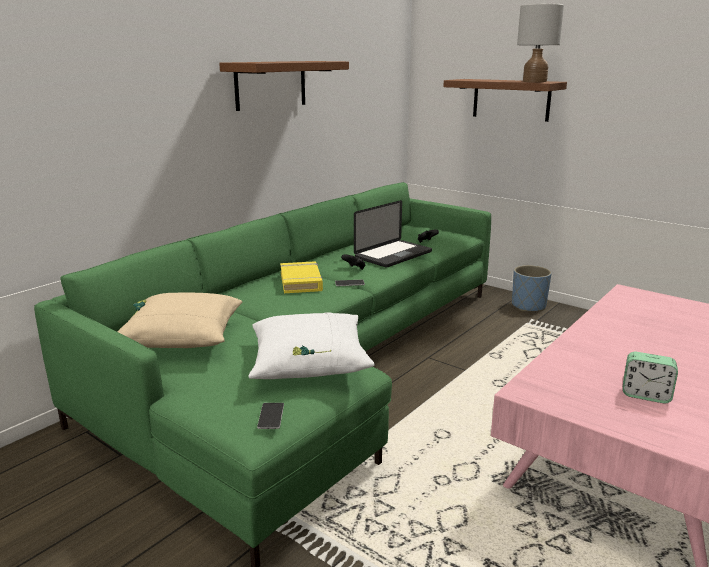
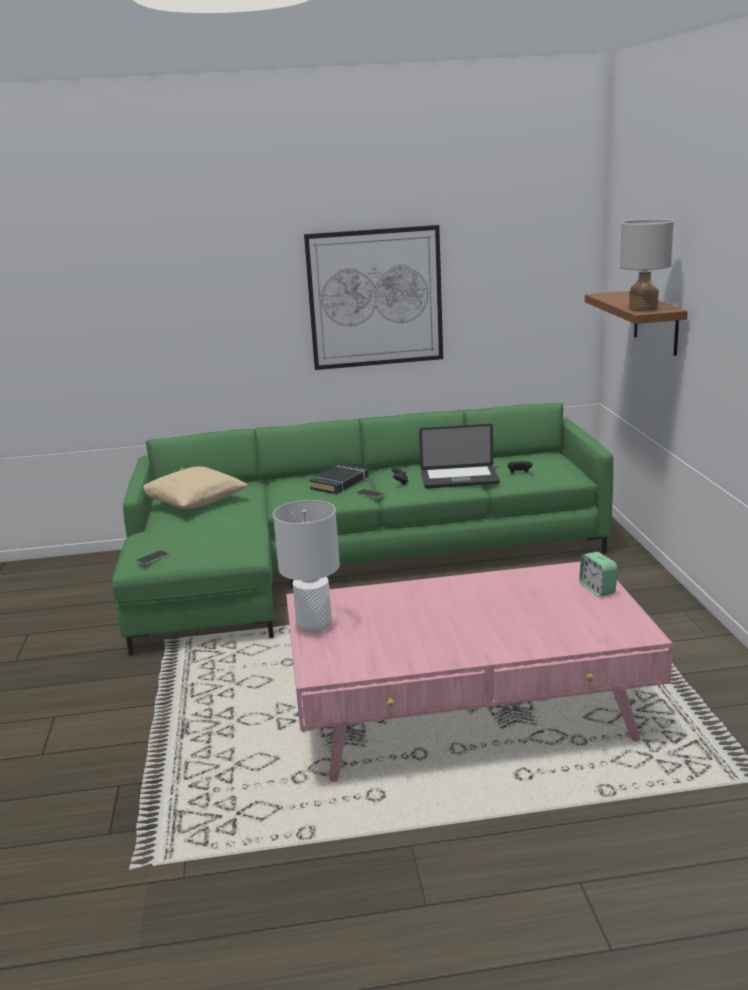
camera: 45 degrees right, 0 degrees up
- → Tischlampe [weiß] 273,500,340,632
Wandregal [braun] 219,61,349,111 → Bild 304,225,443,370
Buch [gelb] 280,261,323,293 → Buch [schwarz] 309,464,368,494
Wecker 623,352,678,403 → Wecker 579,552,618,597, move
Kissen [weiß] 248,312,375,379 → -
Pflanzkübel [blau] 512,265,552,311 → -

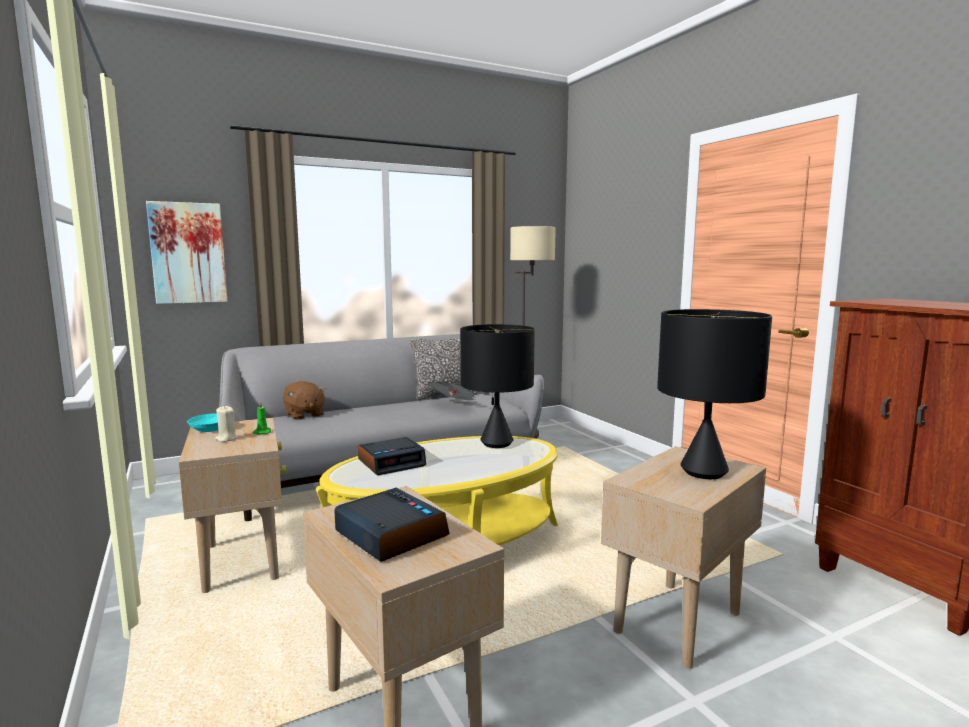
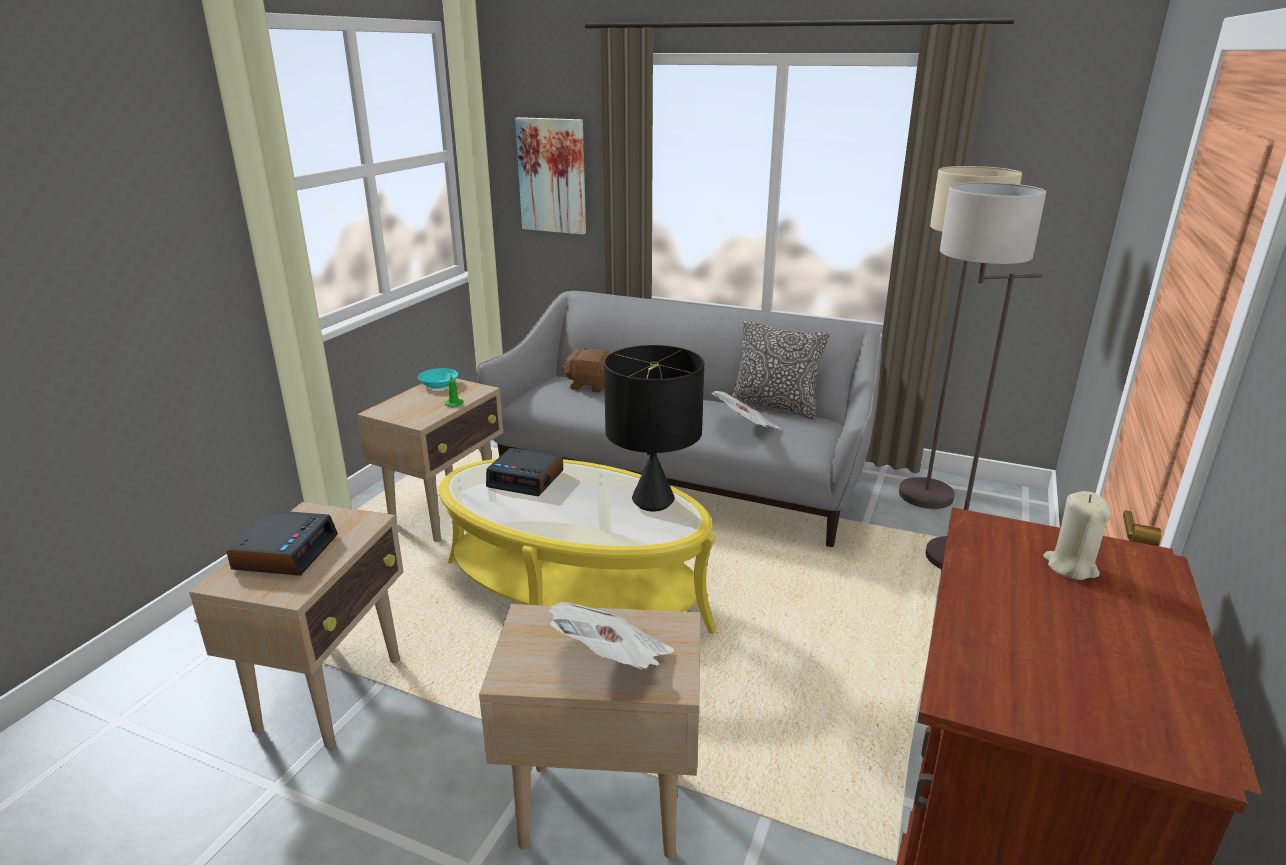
camera: 50 degrees right, 15 degrees up
Tischlampe [schwarz] 657,309,772,479 → Zeitung 549,602,674,670
Plüschtier [braun] 283,381,326,420 → Plüschtier [braun] 562,348,611,393, 90 degrees clockwise
- → Stehlampe [grau] 926,182,1046,571
Kerze [beige] 215,406,238,442 → Kerze [beige] 1043,491,1111,580, move

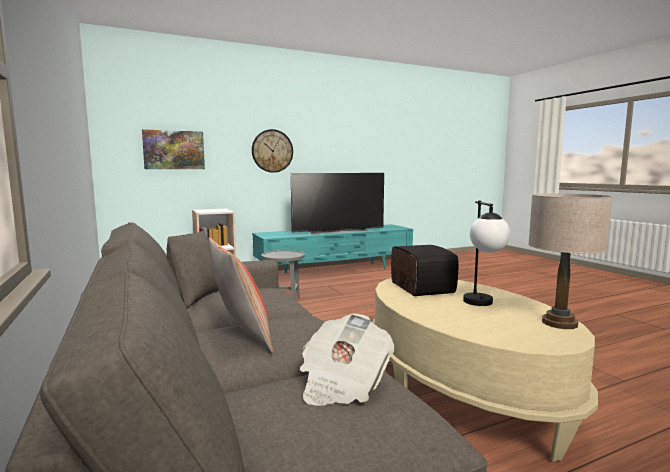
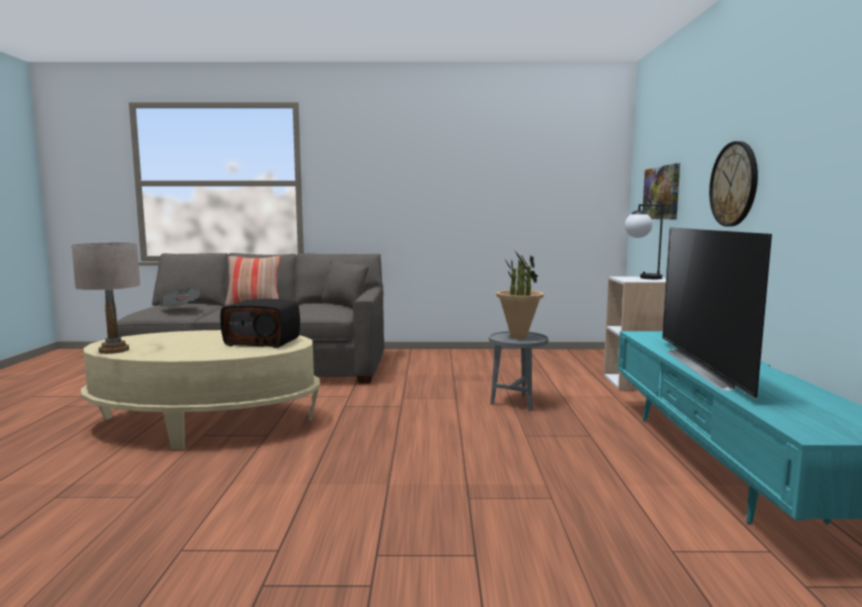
camera: 115 degrees right, 0 degrees up
- → Topfpflanze 496,251,544,339
Tischlampe 463,201,510,306 → Tischlampe 625,203,671,279, move

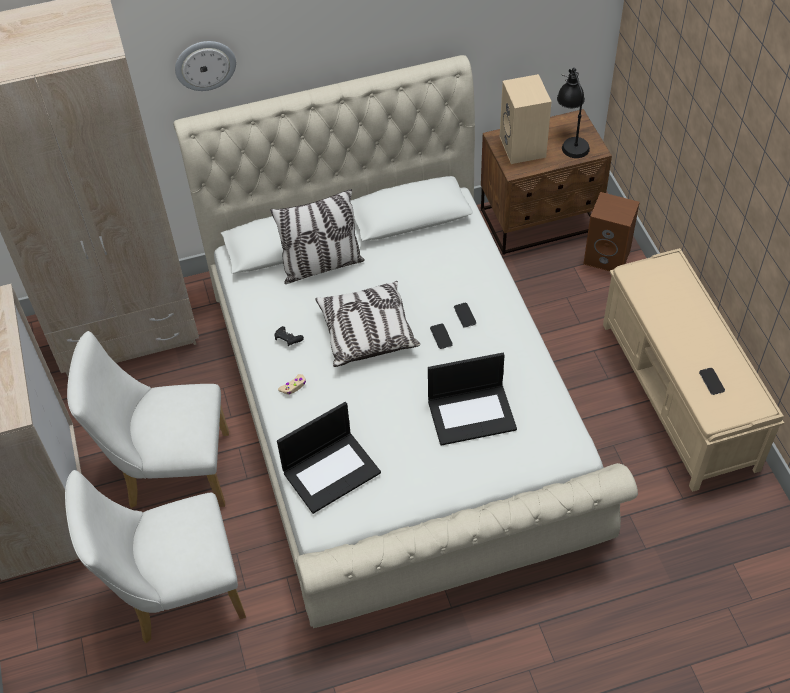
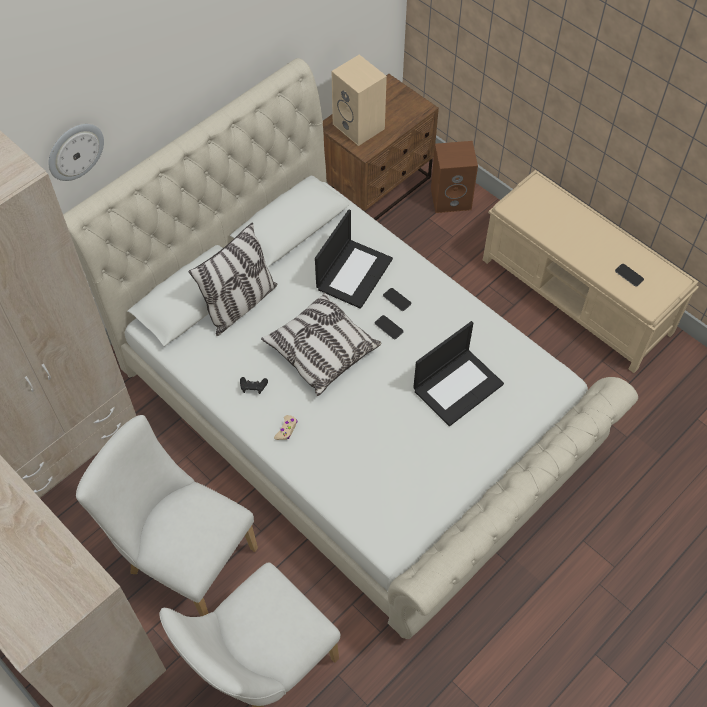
camera: 30 degrees left, 5 degrees up
Stuhl [weiß] 67,331,229,508 → Stuhl [weiß] 76,415,258,616, 60 degrees clockwise
Laptop 277,402,381,514 → Laptop 315,210,393,309, move
Tischlampe [schwarz] 557,68,590,158 → -

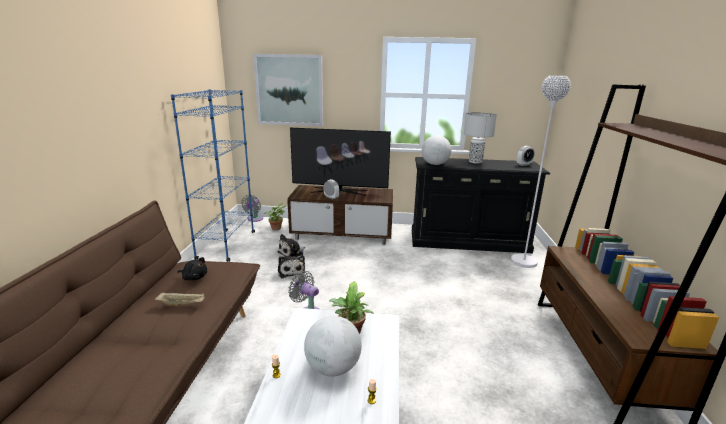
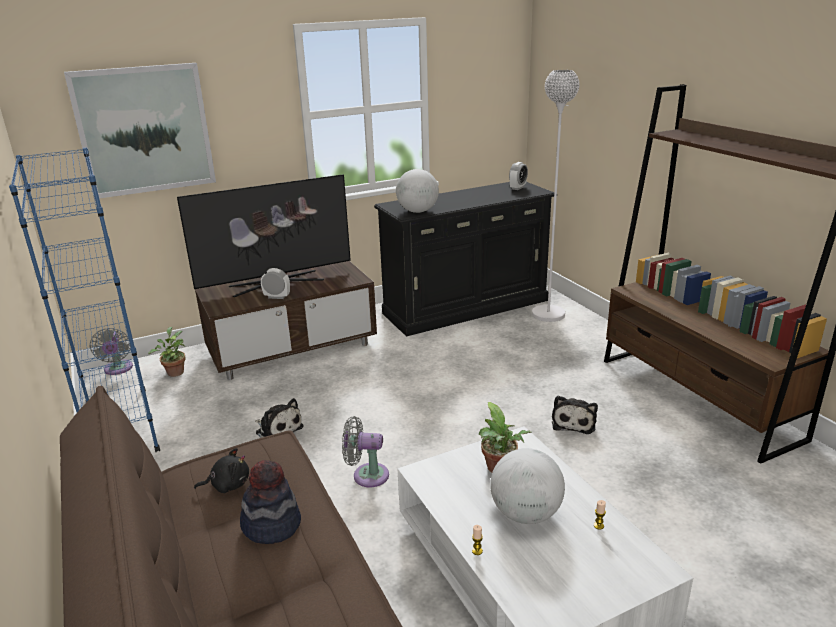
camera: 30 degrees left, 5 degrees up
Tablett [beige] 155,293,205,307 → Hut 240,460,301,544
Plüschtier 277,234,305,257 → Plüschtier 552,396,598,434, move
Tischlampe [weiß] 464,112,497,164 → -

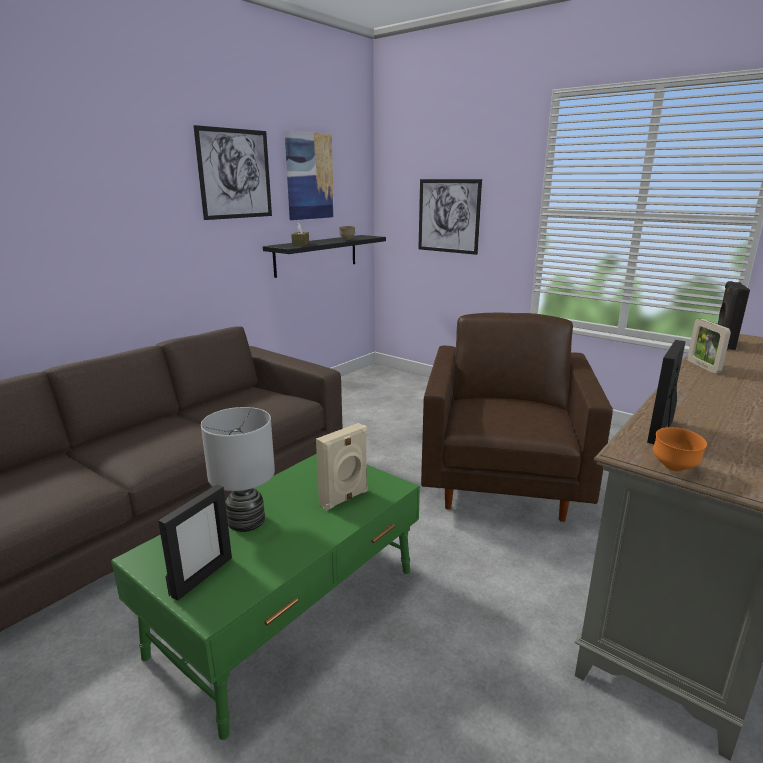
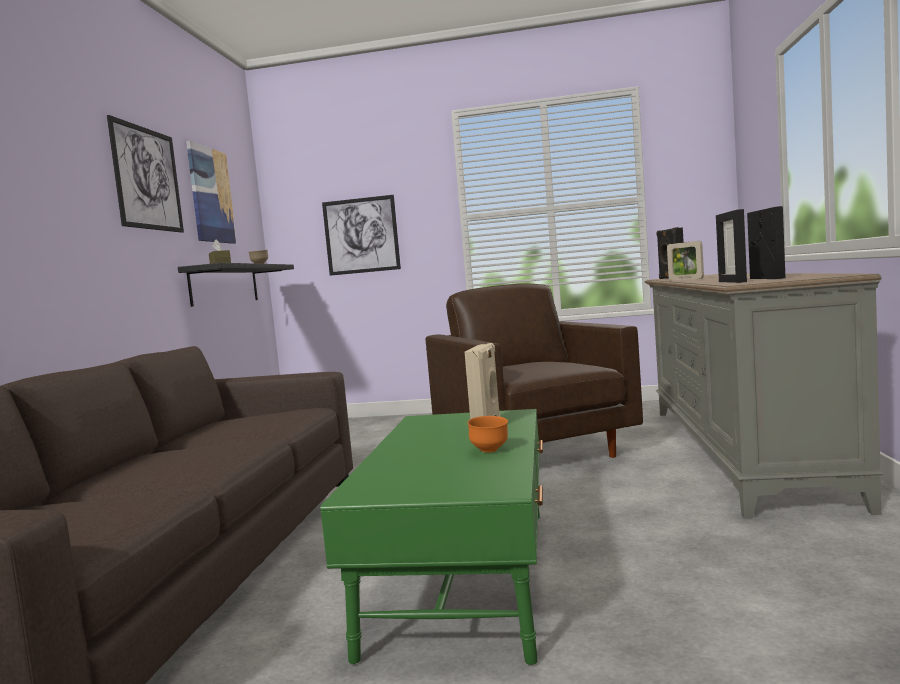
camera: 30 degrees left, 15 degrees down
Schüssel [orange] 653,427,707,471 → Schüssel [orange] 467,416,508,453, move
Bilderrahmen 158,485,232,601 → Bilderrahmen 747,206,786,279, move
Tischlampe [grau] 201,407,275,532 → -

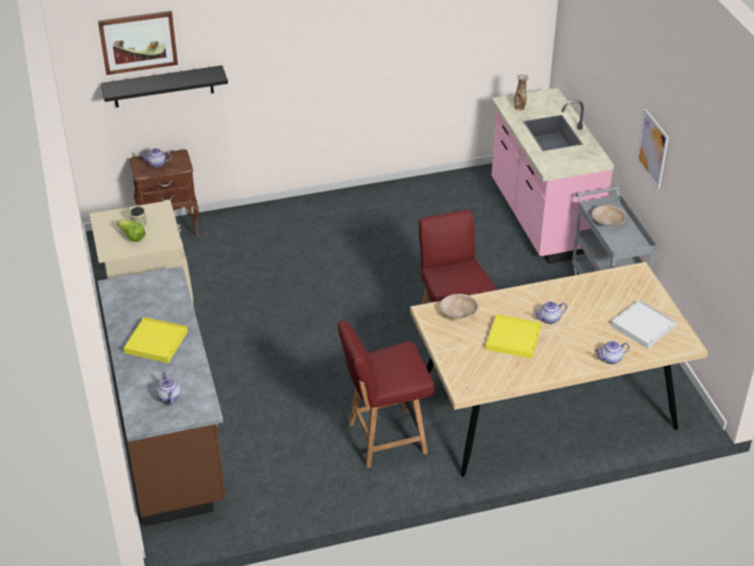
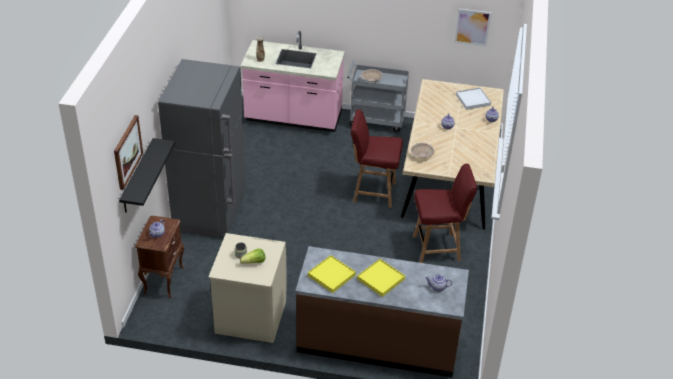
camera: 65 degrees left, 0 degrees up
- → Kühlschrank [grau] 158,59,246,237
Tablett [gelb] 486,314,541,359 → Tablett [gelb] 308,255,356,293, move
Stuhl [rot] 337,321,434,468 → Stuhl [rot] 413,163,477,263, 105 degrees counterclockwise
Bild 637,109,669,189 → Bild 454,9,491,46, move

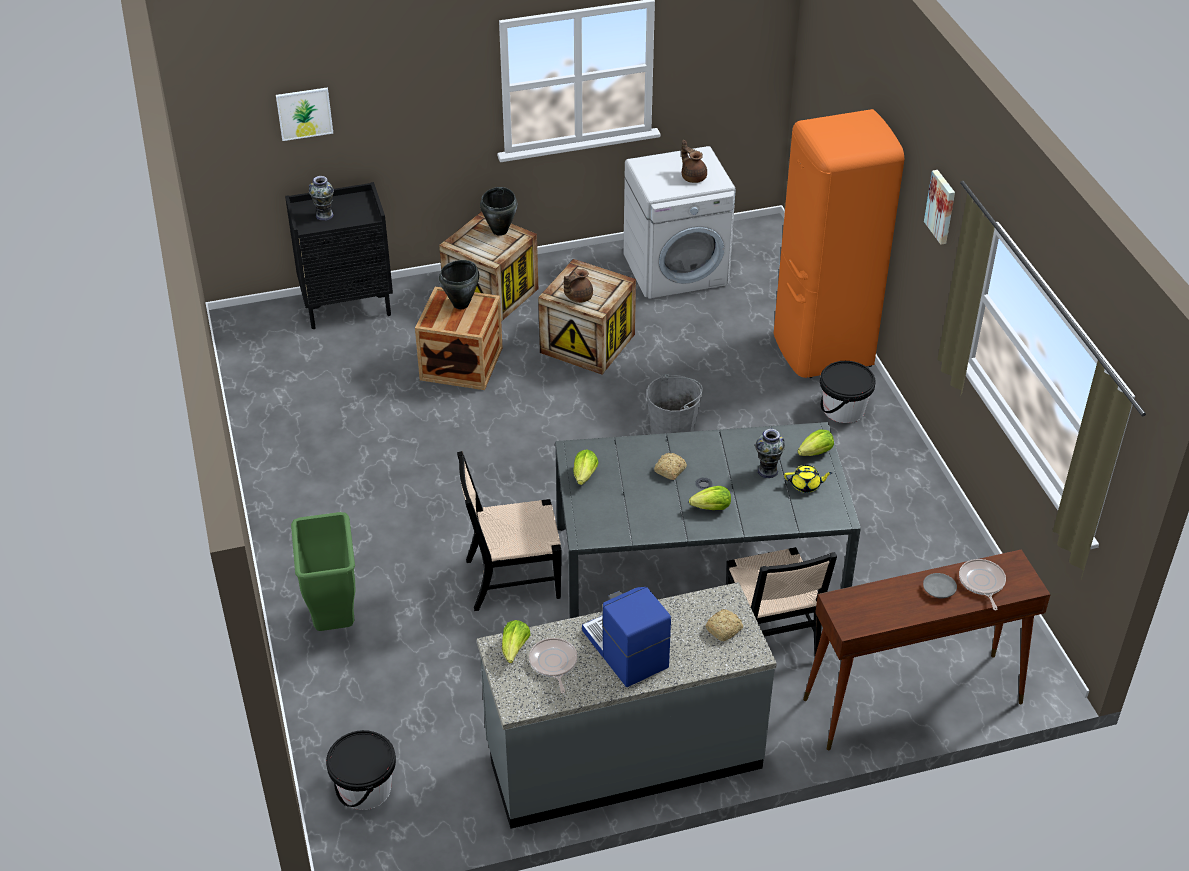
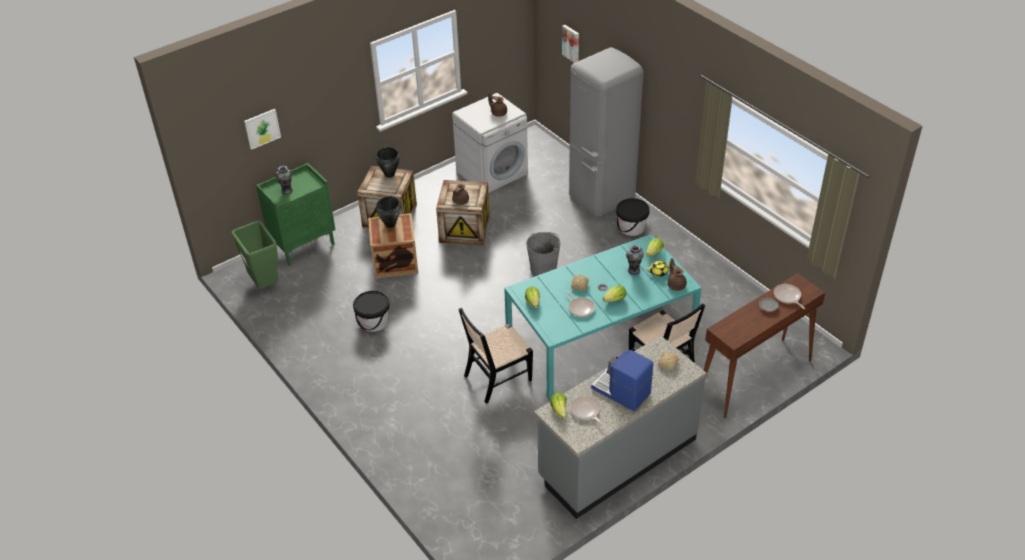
camera: 20 degrees left, 0 degrees up
Mülleimer [grün] 291,512,355,631 → Mülleimer [grün] 232,221,278,289, move
Schrank [schwarz] 285,182,393,329 → Schrank [grün] 256,163,336,266
Eimer [schwarz] 326,730,396,810 → Eimer [schwarz] 353,291,390,332, move
Esstisch [grau] 555,422,861,619 → Esstisch [türkis] 504,234,702,399
Bild 924,170,955,245 → Bild 562,25,579,63, move
- → Pfanne 566,291,595,317
Kühlschrank [orange] 774,109,904,378 → Kühlschrank [grau] 569,47,643,216
- → Teekanne [braun] 667,258,687,291

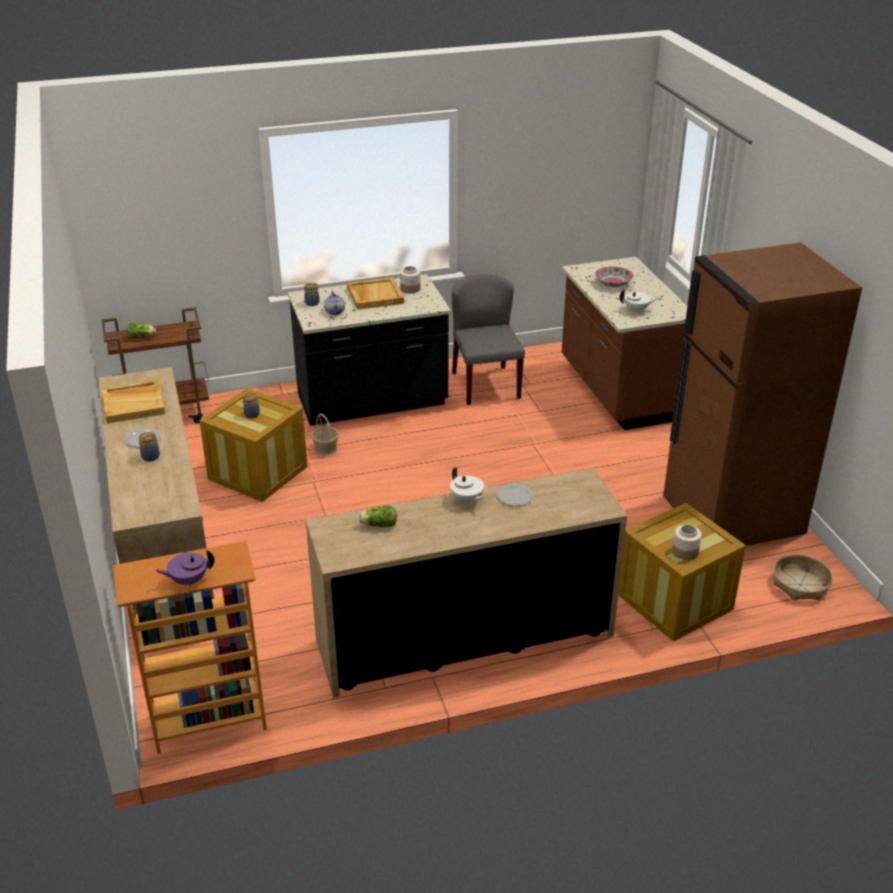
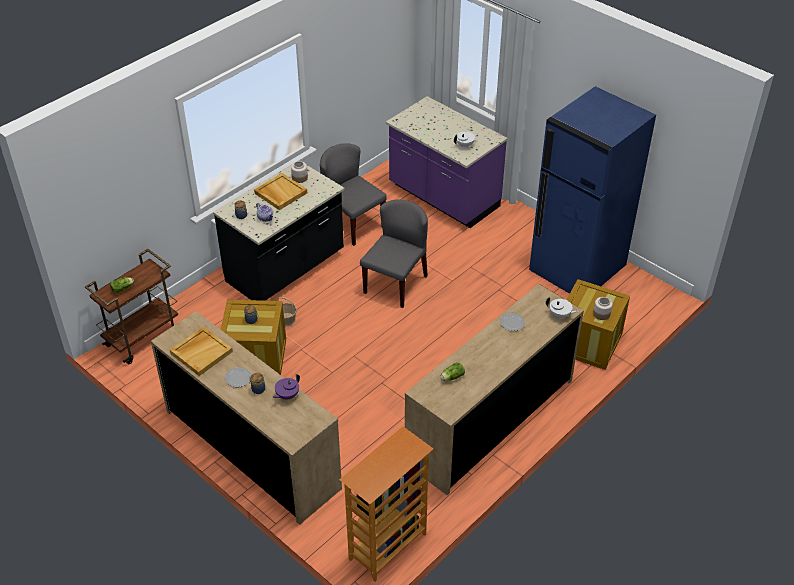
camera: 30 degrees left, 10 degrees up
Teekanne [lila] 156,550,215,587 → Teekanne [lila] 272,374,300,399, move
- → Stuhl [grau] 360,199,428,308
Küchenzeile [braun] 562,257,687,430 → Küchenzeile [lila] 386,96,507,228
Kühlschrank [braun] 663,242,862,546 → Kühlschrank [blau] 529,86,656,294
Teekanne [weiß] 450,467,484,504 → Teekanne [weiß] 546,297,578,318, move
Schüssel 595,266,634,287 → -
Korb 773,555,833,600 → -

